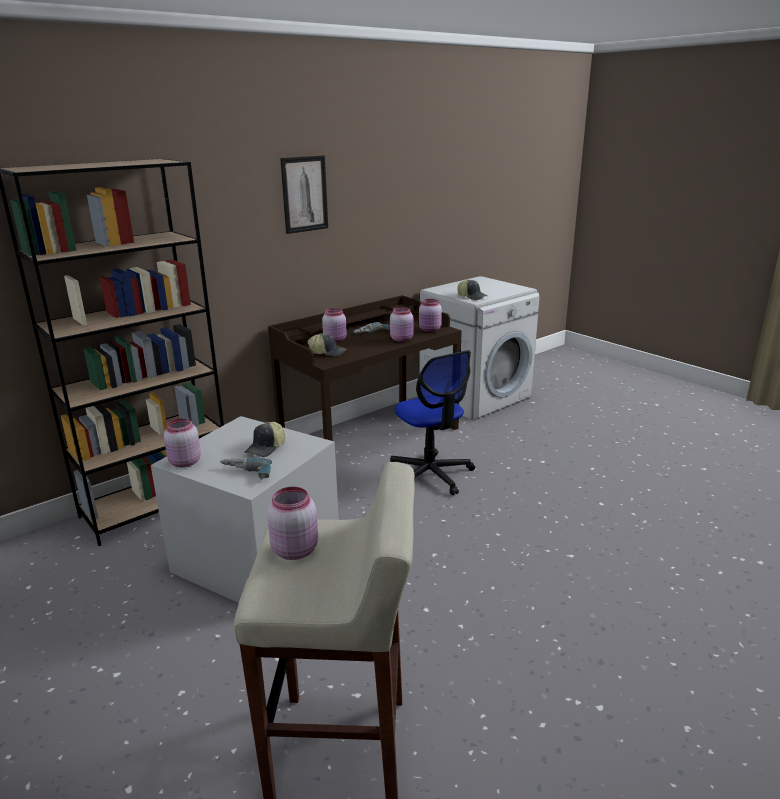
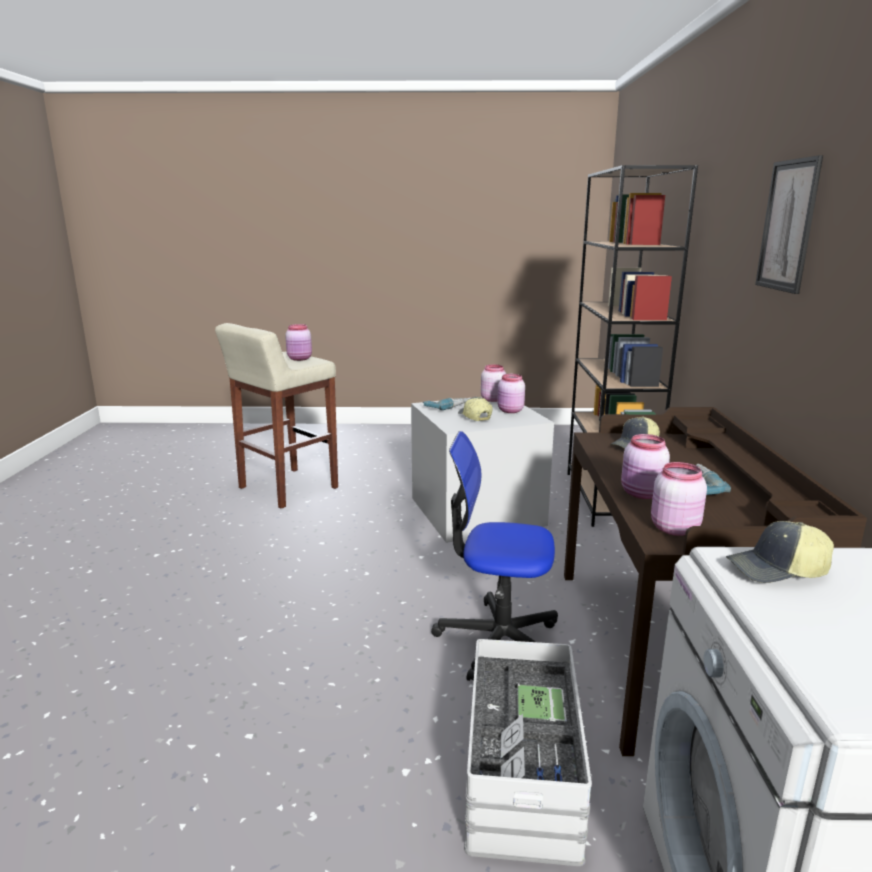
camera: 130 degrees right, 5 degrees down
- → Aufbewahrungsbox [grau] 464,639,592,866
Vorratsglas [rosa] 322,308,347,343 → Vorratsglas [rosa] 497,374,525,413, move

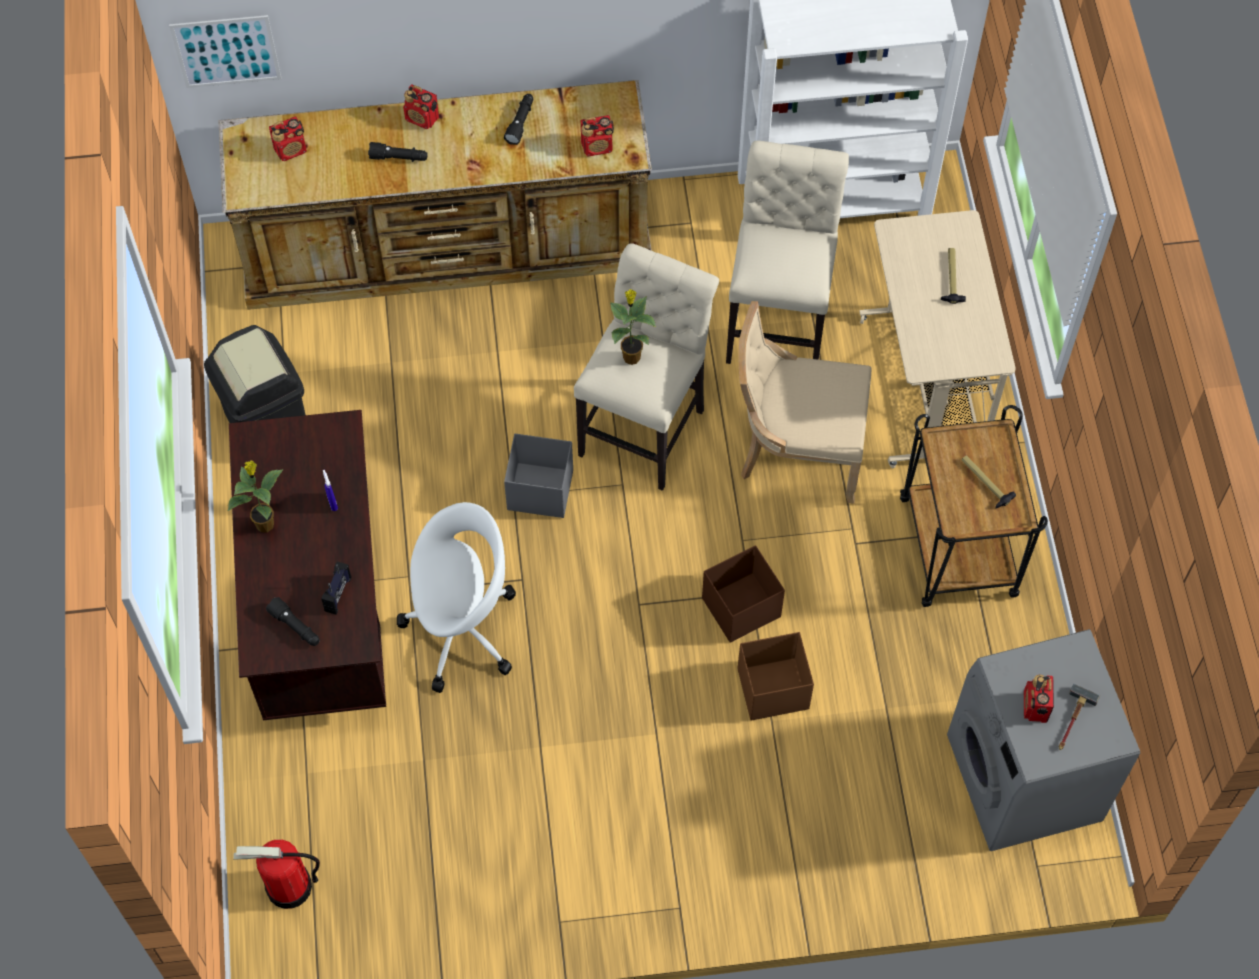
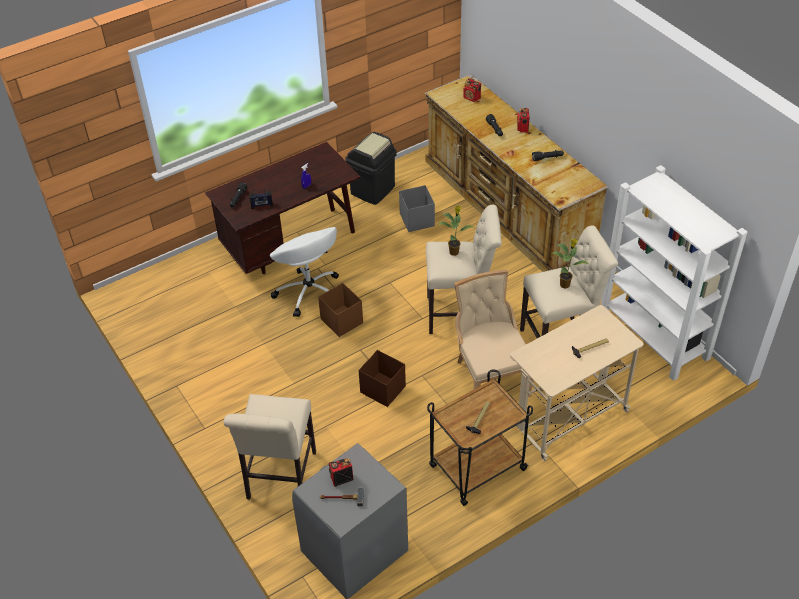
camera: 65 degrees right, 15 degrees down
- → Hocker [beige] 224,394,316,499
Aufbewahrungsbox [braun] 737,632,814,721 → Aufbewahrungsbox [braun] 318,283,363,337, move
Aufbewahrungsbox [grau] 504,434,573,518 → Aufbewahrungsbox [grau] 399,185,435,232, move
Topfpflanze 228,461,284,533 → Topfpflanze 552,238,589,289, move
Bild 169,15,281,88 → -
Feuerlöscher 233,839,320,909 → -
Radio 581,115,614,157 → -

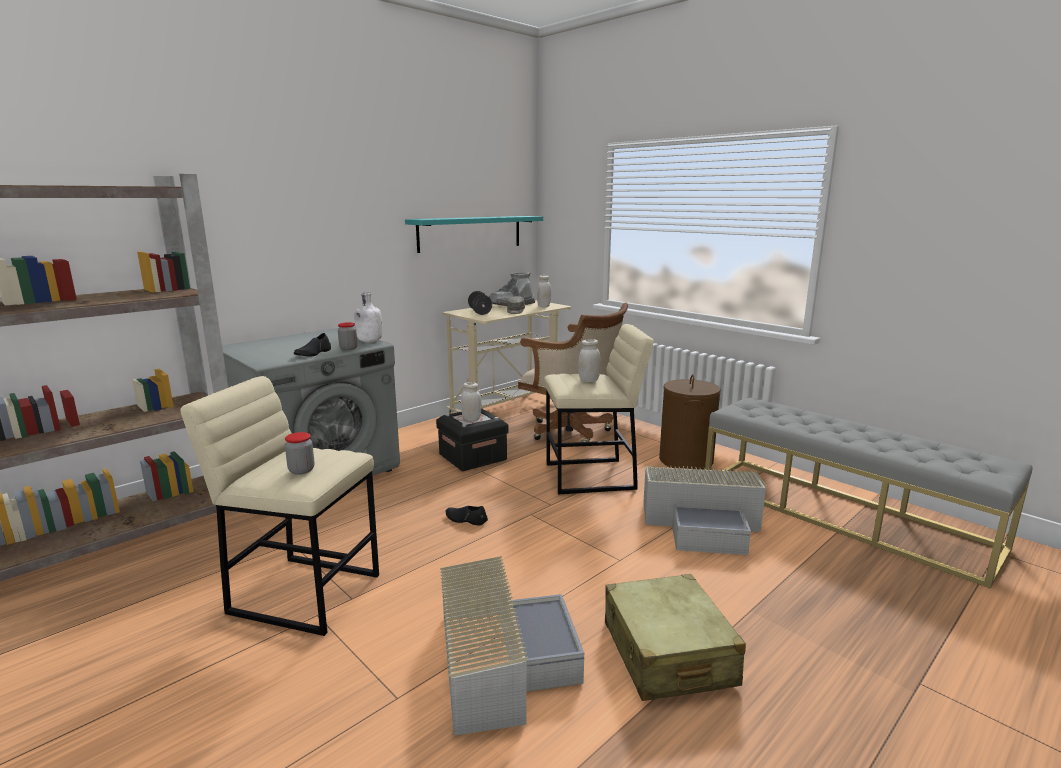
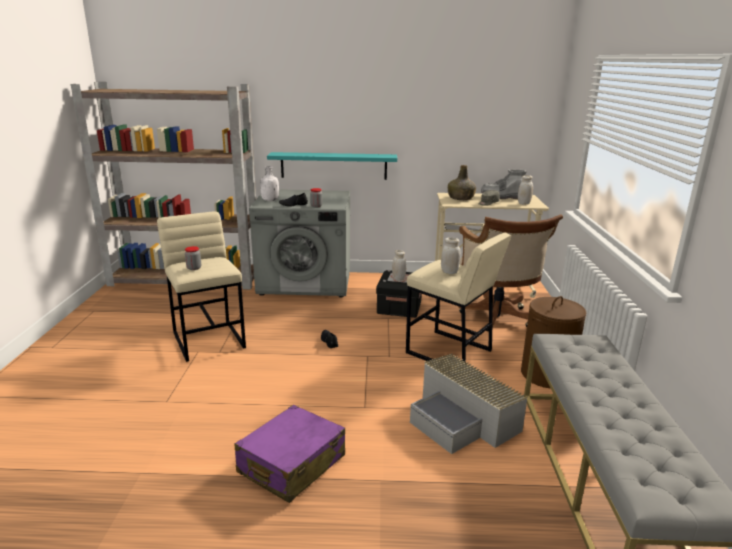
camera: 45 degrees right, 5 degrees up
Koffer [beige] 605,574,746,701 → Koffer [lila] 234,405,345,503
Flasche [weiß] 354,292,382,343 → Flasche [weiß] 260,166,279,201, move
Wandregal [türkis] 405,216,543,253 → Wandregal [türkis] 267,152,397,180, move
Hantel [schwarz] 468,291,492,315 → Flasche [grün] 448,165,476,200
Aufbewahrungsbox [grau] 440,556,584,736 → -

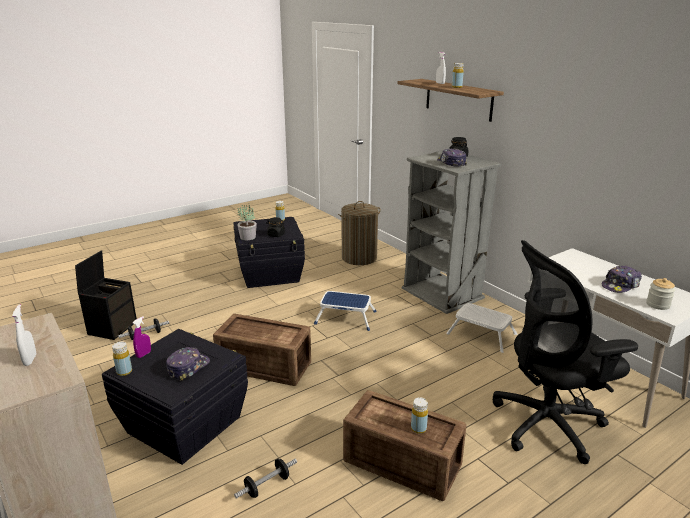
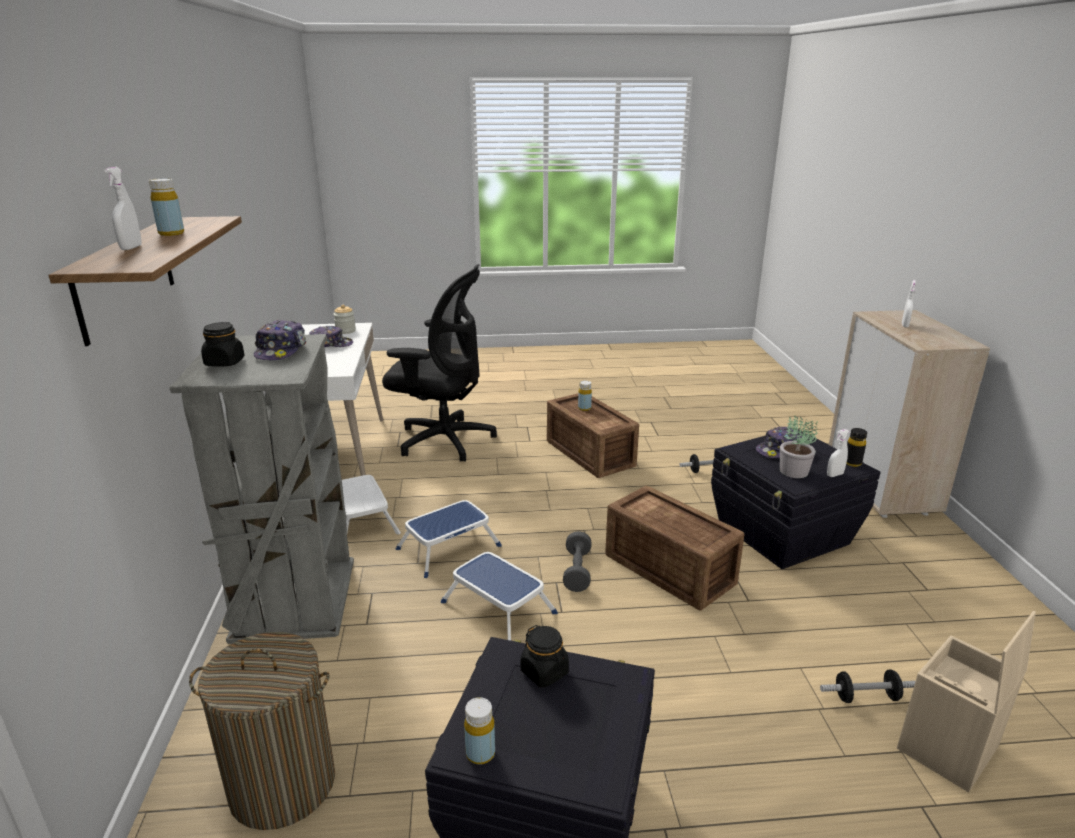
camera: 150 degrees left, 0 degrees up
- → Trittleiter [blau] 395,500,502,578
- → Hantel [grau] 563,531,591,592
Topfpflanze 237,205,257,240 → Topfpflanze 780,415,818,478, move
Sprühflasche [lila] 133,316,151,358 → Sprühflasche [weiß] 827,429,849,477
Flasche [gelb] 112,342,132,376 → Flasche [schwarz] 846,428,867,467
Aufbewahrungsbox [schwarz] 75,250,137,340 → Aufbewahrungsbox [beige] 897,611,1036,792

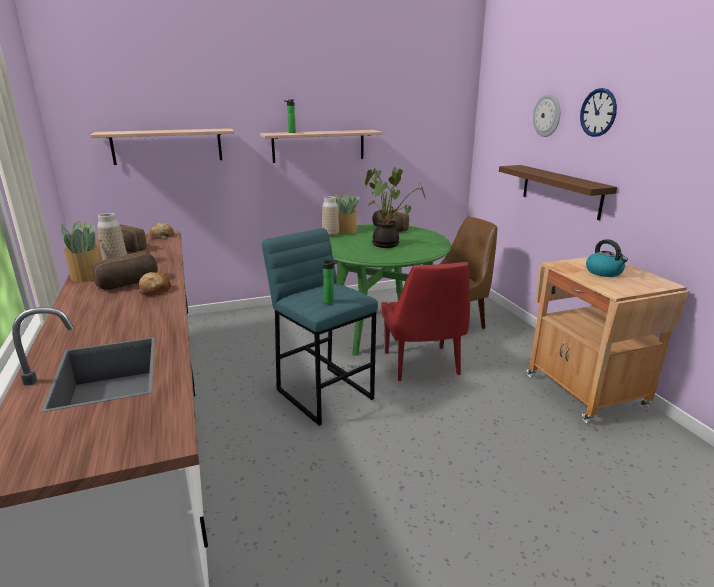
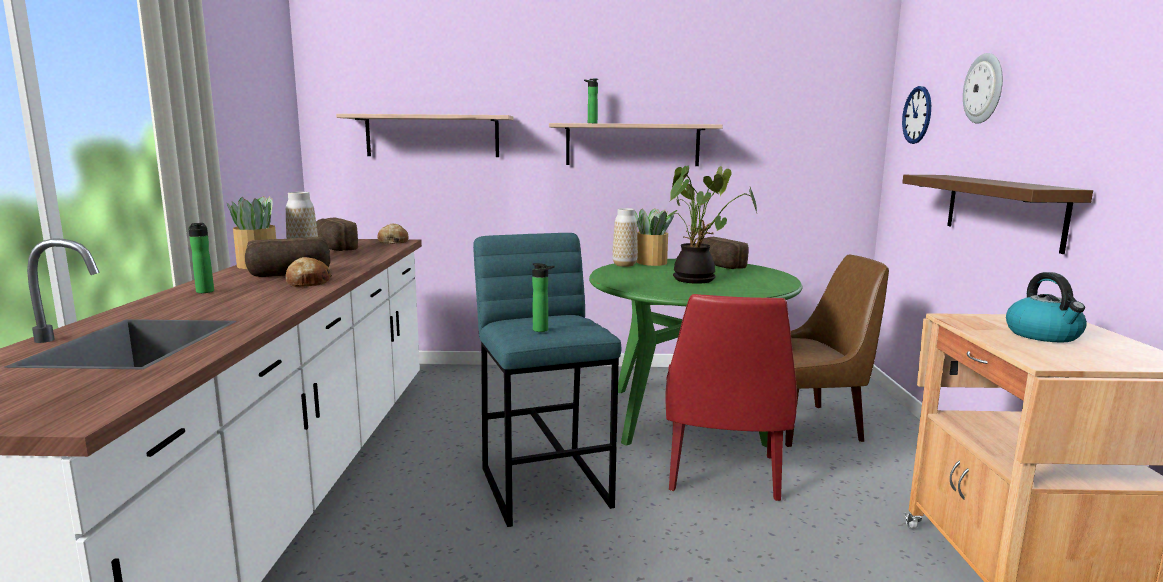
camera: 20 degrees right, 10 degrees down
- → Flasche 188,223,214,293
Wanduhr 580,88,617,137 → Wanduhr 902,86,931,144, move

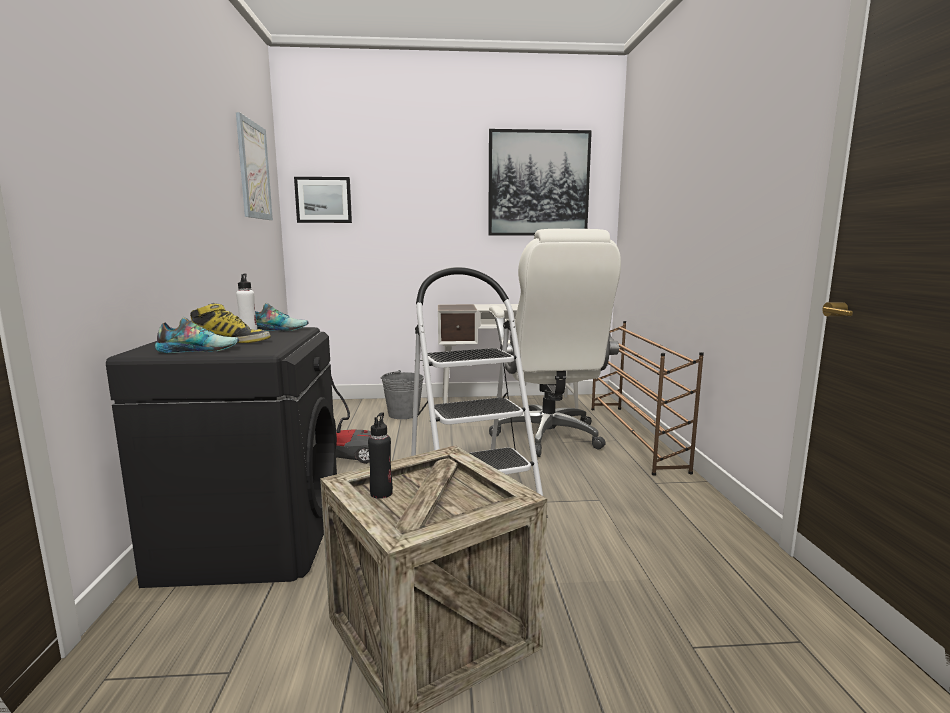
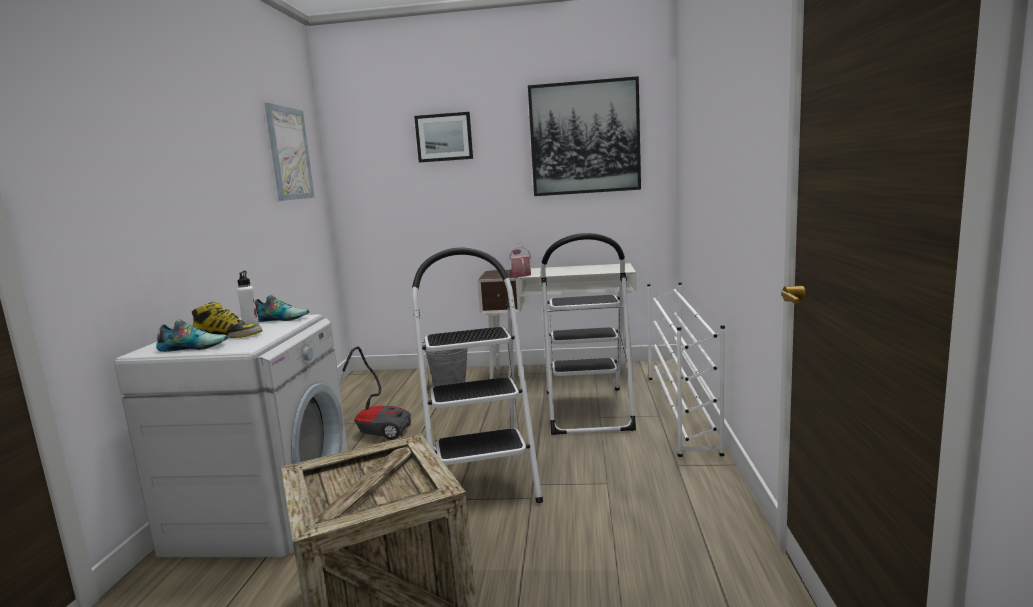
camera: 10 degrees right, 0 degrees up
Waschmaschine [schwarz] 106,327,337,588 → Waschmaschine [weiß] 114,314,348,557
Bild 294,177,352,223 → Bild 414,112,473,162, move
- → Gießkanne 509,246,531,277
Bürostuhl [weiß] 489,229,621,457 → Trittleiter 541,233,636,435
Schuhregal [braun] 591,321,704,476 → Schuhregal [weiß] 647,282,725,457
Flasche [schwarz] 368,412,393,499 → -

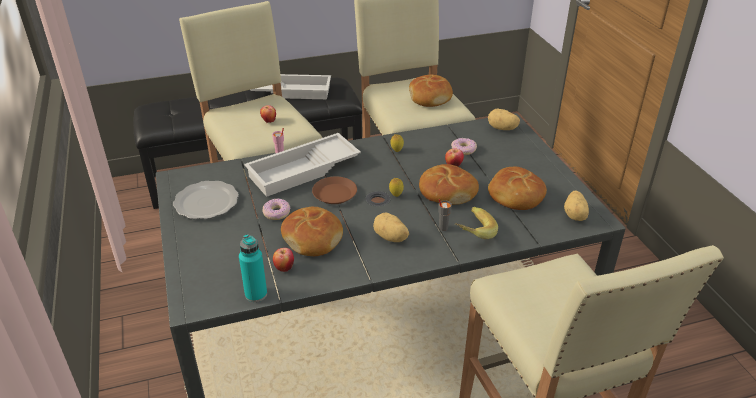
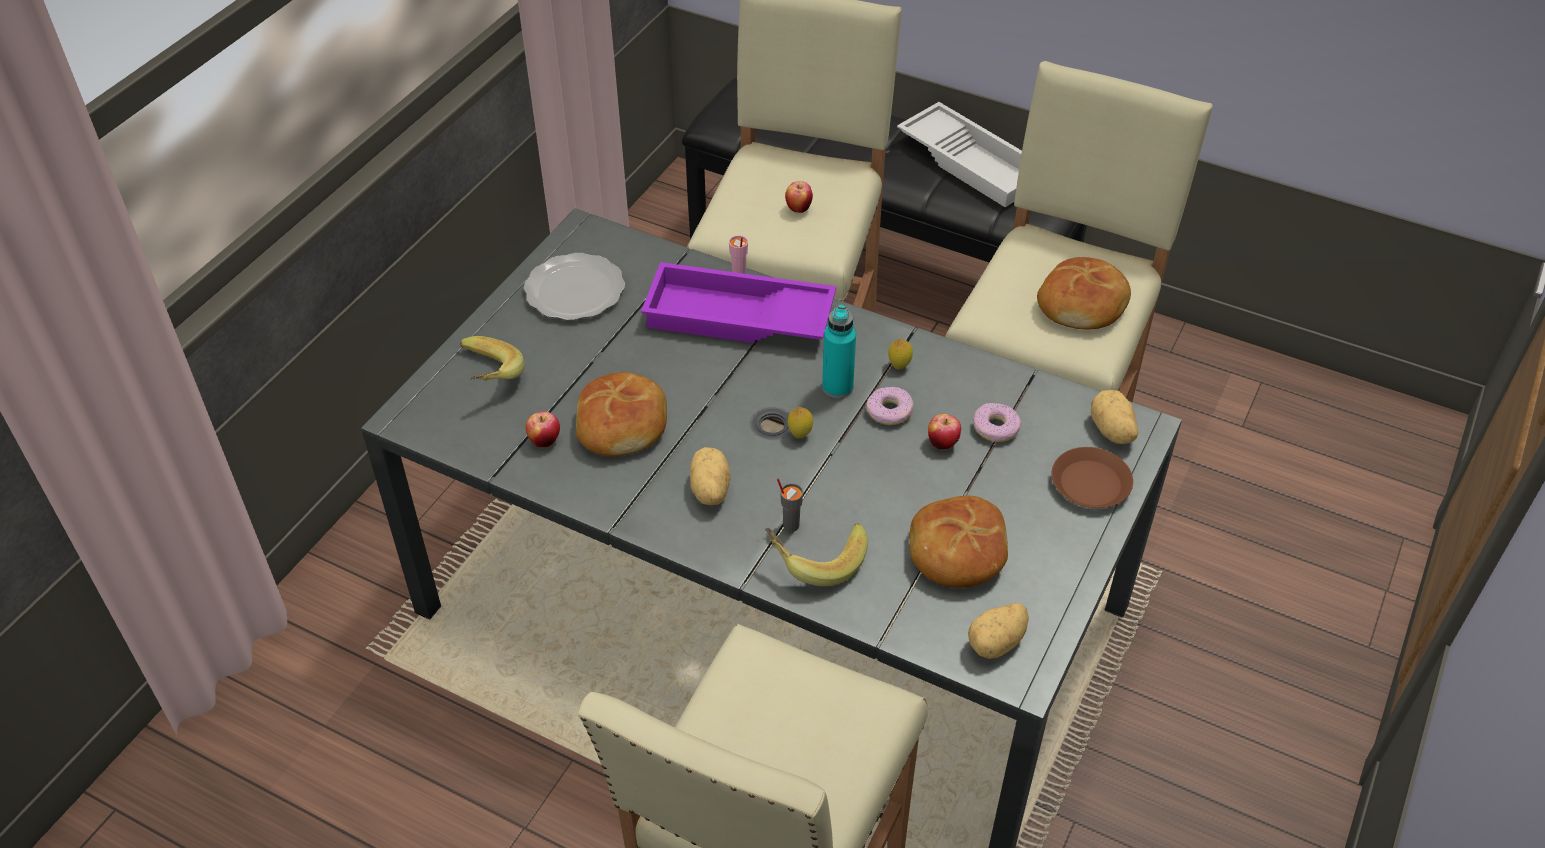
camera: 45 degrees right, 10 degrees up
- → Banane 460,336,525,381
Tablett [weiß] 244,133,361,197 → Tablett [lila] 641,262,836,343
Flasche [türkis] 239,234,267,302 → Flasche [türkis] 822,305,856,398, move
Donut 262,199,291,220 → Donut 866,387,914,425, move
Teller [braun] 312,177,357,204 → Teller [braun] 1052,447,1133,508, move
Brot 419,164,479,205 → -

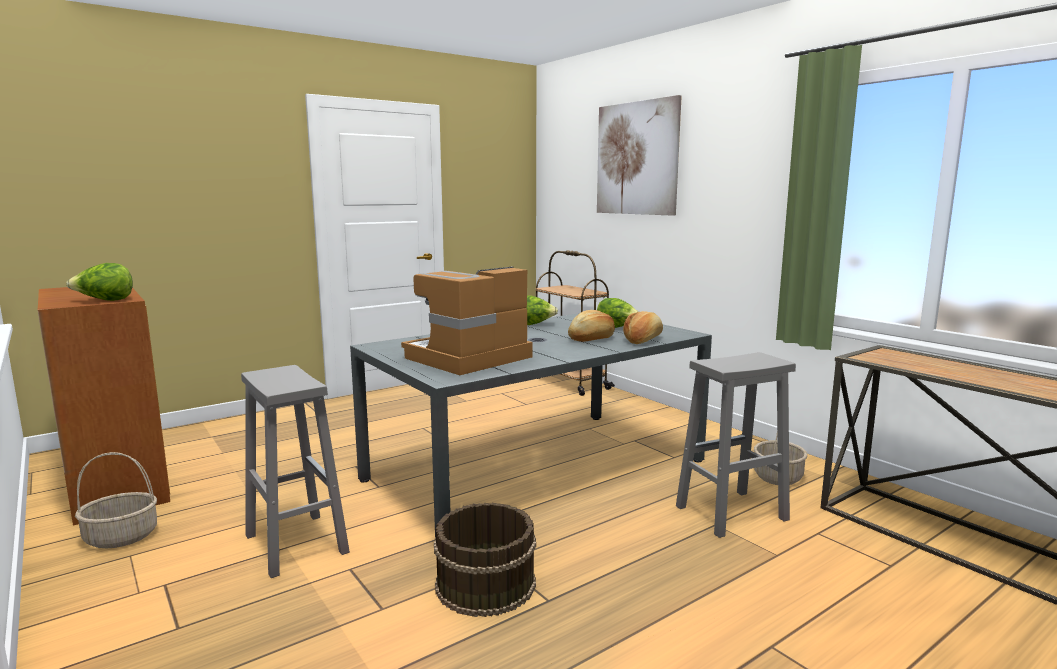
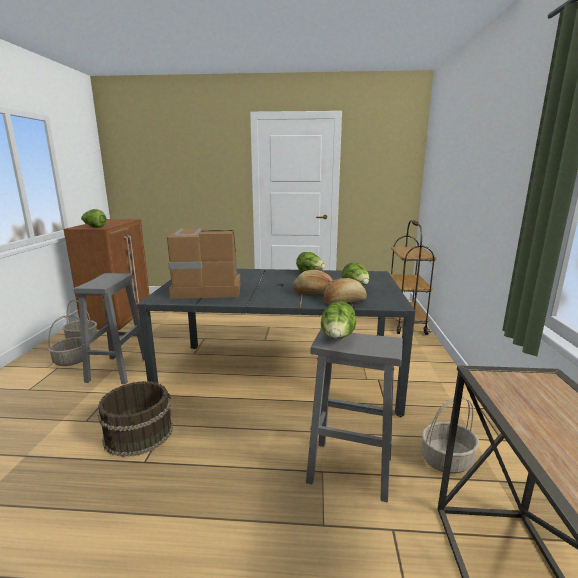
camera: 40 degrees right, 5 degrees up
- → Korb 48,315,91,366
- → Salatkopf 321,301,356,339
Bild 597,95,682,216 → -

